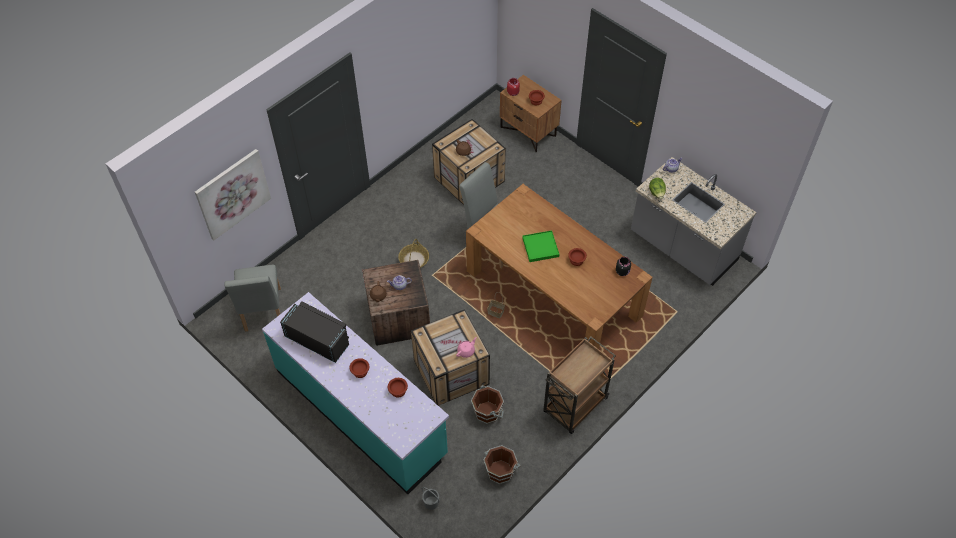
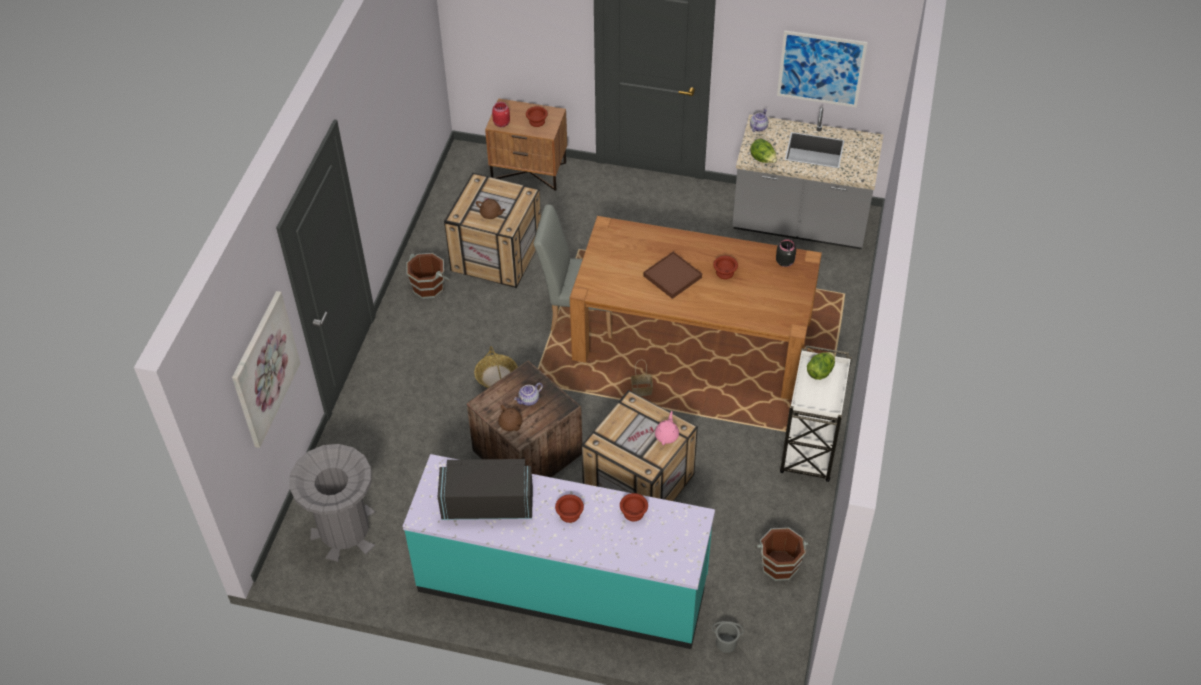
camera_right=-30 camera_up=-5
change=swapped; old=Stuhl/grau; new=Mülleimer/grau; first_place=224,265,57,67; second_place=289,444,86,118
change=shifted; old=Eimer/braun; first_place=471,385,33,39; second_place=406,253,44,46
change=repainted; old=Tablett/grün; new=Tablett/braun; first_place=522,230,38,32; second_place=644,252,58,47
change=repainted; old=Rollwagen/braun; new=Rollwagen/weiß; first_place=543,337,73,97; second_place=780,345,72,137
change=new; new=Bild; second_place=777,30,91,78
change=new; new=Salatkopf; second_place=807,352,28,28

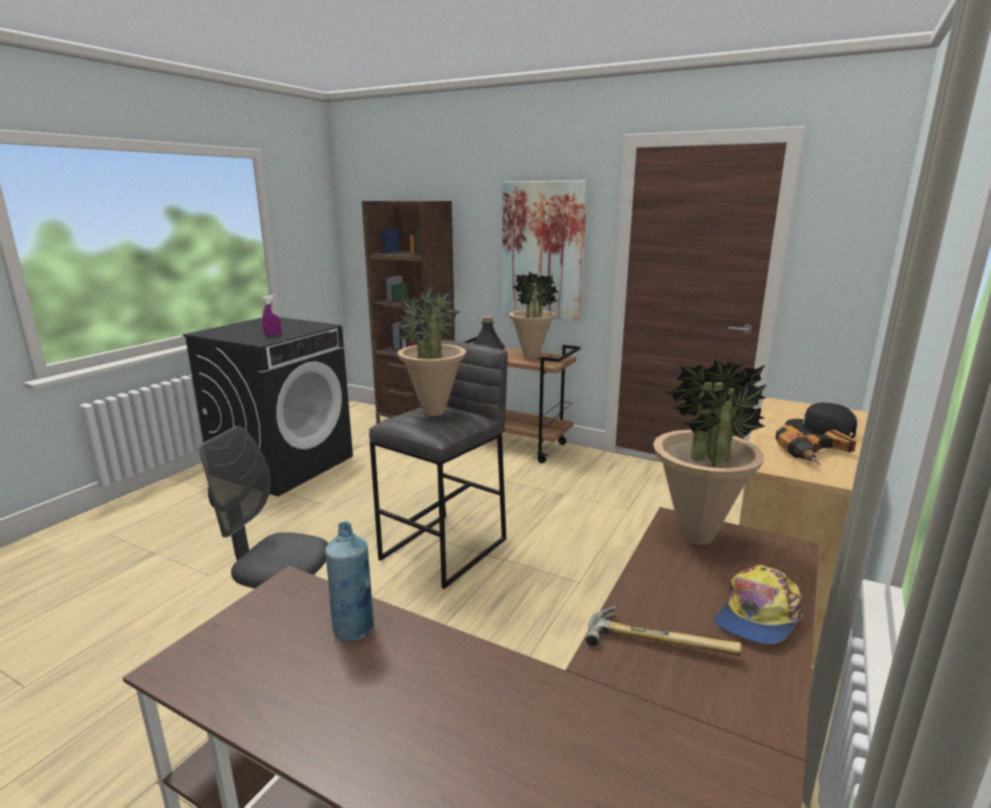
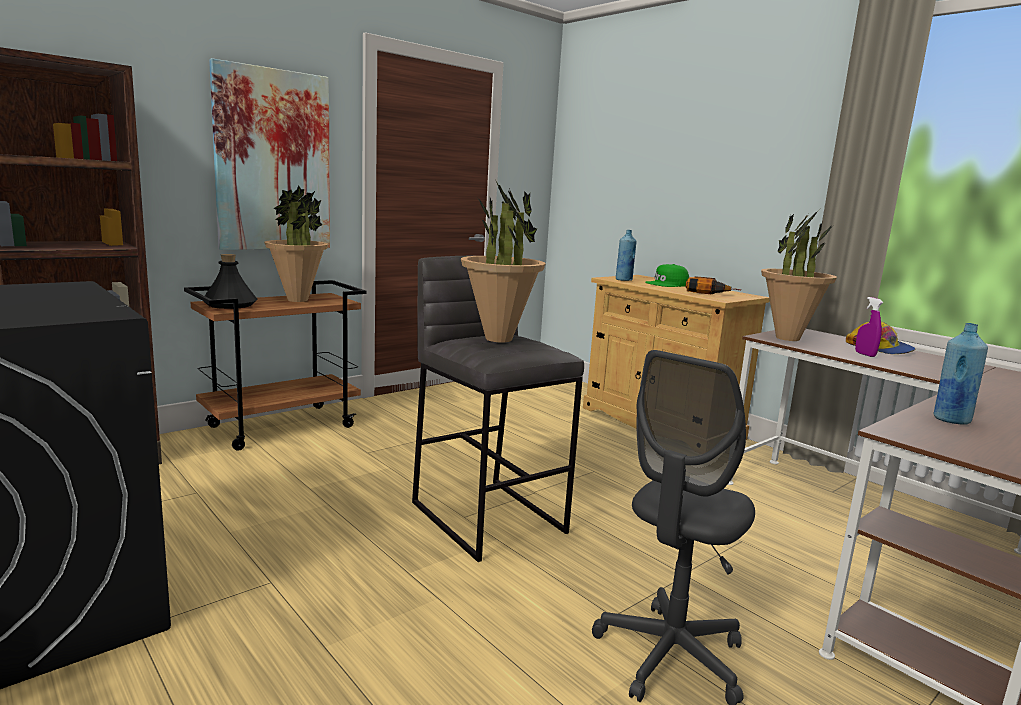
camera_right=-70 camera_up=-5
change=shifted; old=Sprühflasche/lila; first_place=262,295,19,41; second_place=855,297,28,60
change=gone; old=Hammer; first_place=585,606,157,50
change=repainted; old=Kappe/schwarz; new=Kappe/grün; first_place=785,403,72,35; second_place=645,264,44,23
change=new; new=Flasche/blau; second_place=616,230,21,51

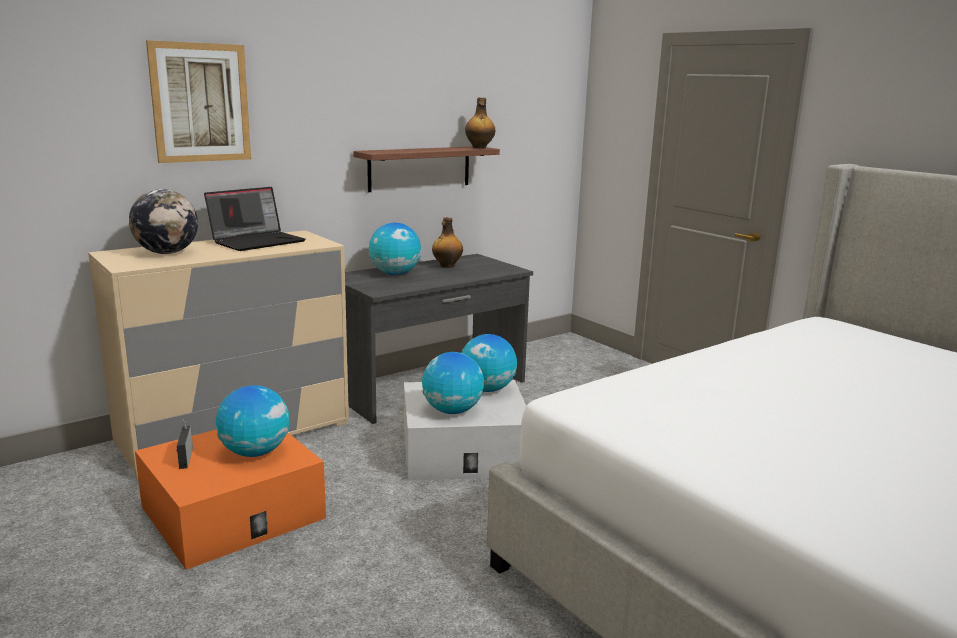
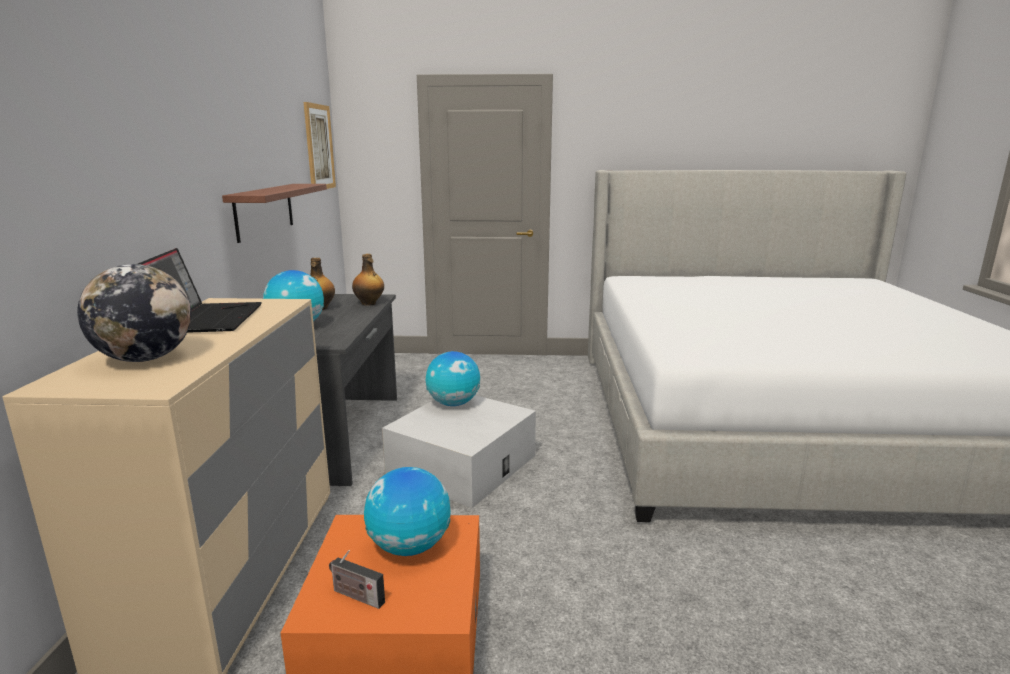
camera_right=-50 camera_up=0
change=shifted; old=Bild; first_place=146,40,105,123; second_place=304,102,32,87
change=gone; old=Globus; first_place=422,352,62,62
change=shifted; old=Flasche; first_place=465,97,31,52; second_place=352,254,32,52

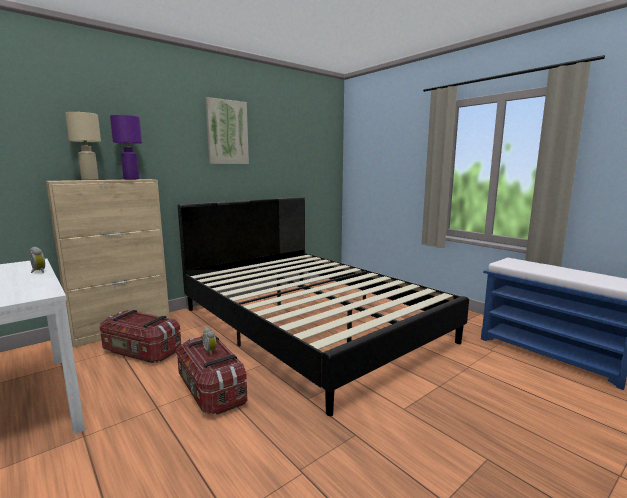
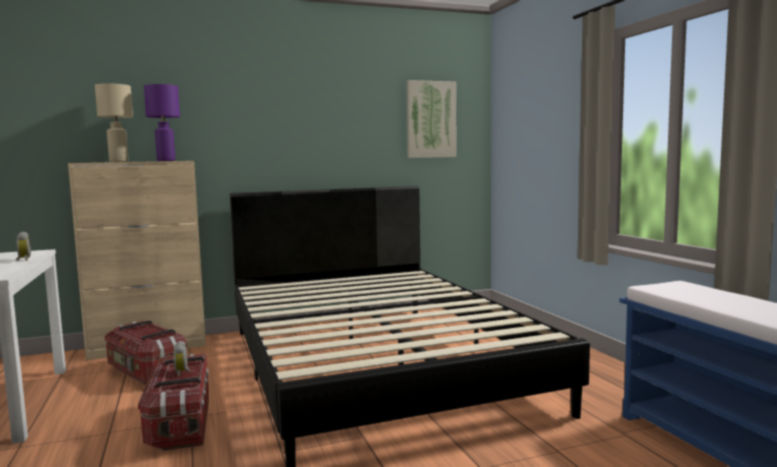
camera_right=20 camera_up=-5
change=shifted; old=Bild; first_place=206,97,43,67; second_place=406,80,51,78

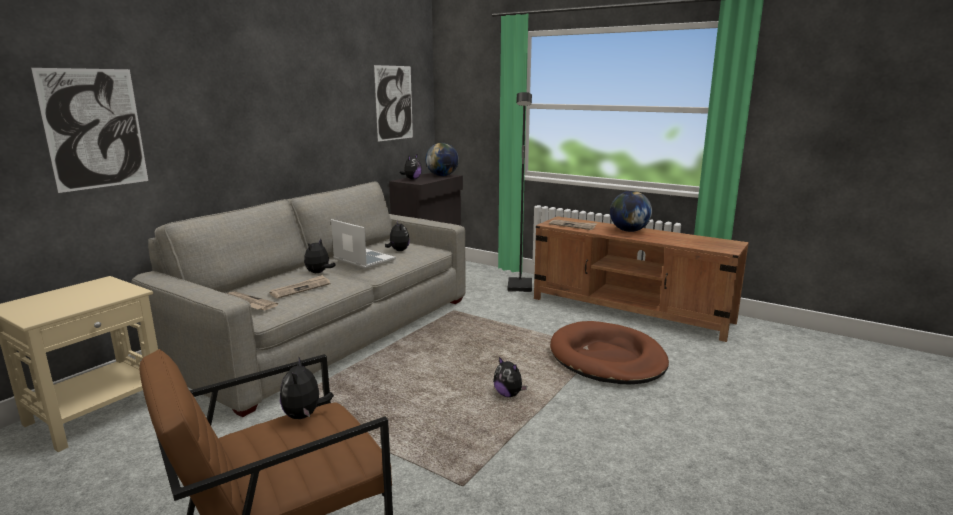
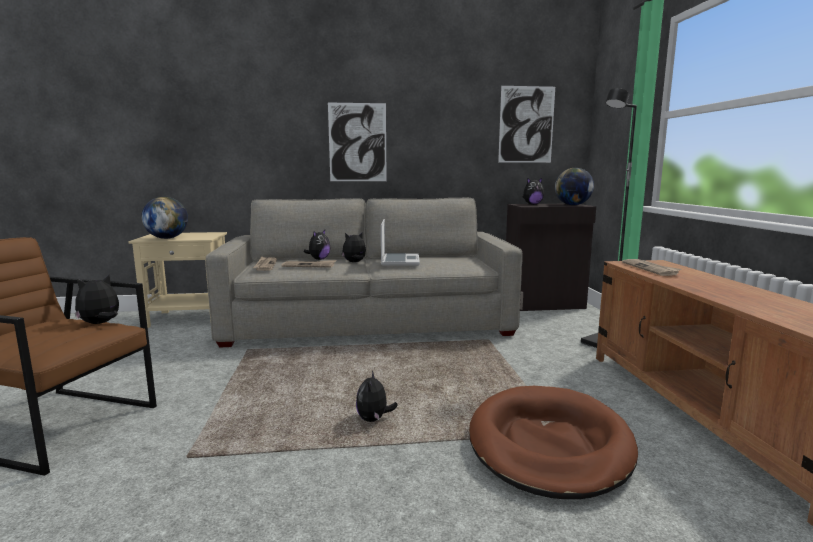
camera_right=50 camera_up=-5
change=shifted; old=Bild; first_place=31,68,117,125; second_place=328,102,59,79
change=shifted; old=Plüschtier; first_place=385,220,25,31; second_place=304,230,27,30
change=shifted; old=Globus; first_place=610,191,42,41; second_place=141,197,47,42

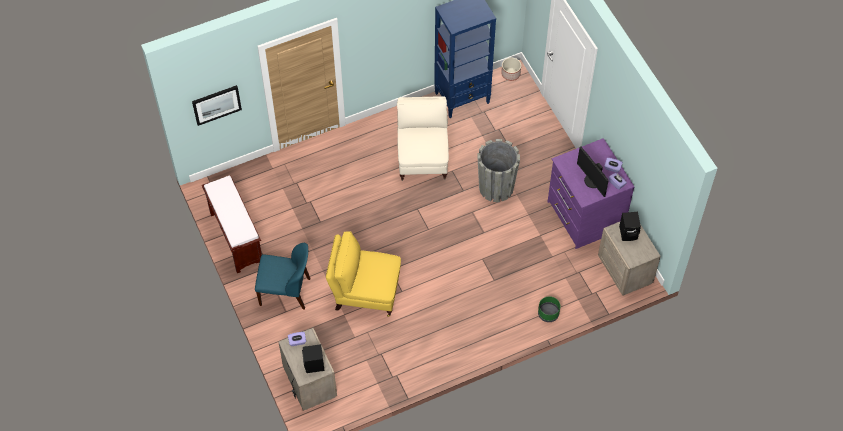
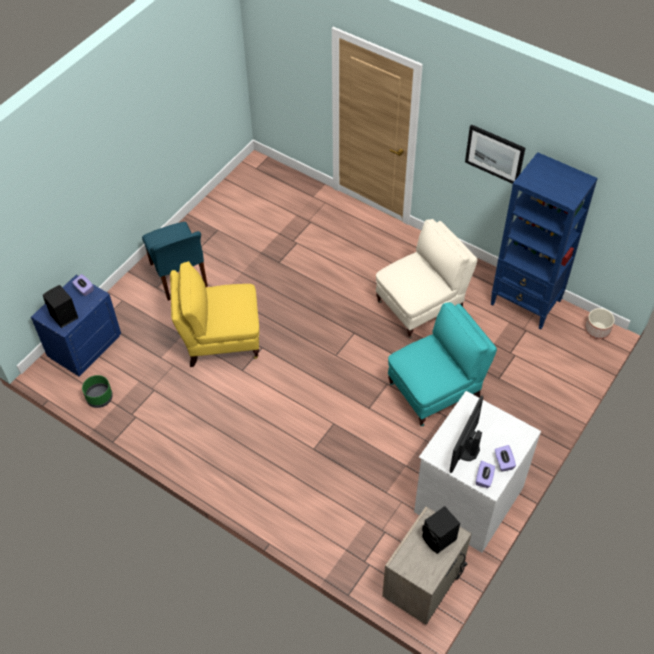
camera_right=60 camera_up=-5
change=shifted; old=Bild; first_place=192,85,50,41; second_place=465,124,60,60
change=gone; old=Bank/braun; first_place=202,176,60,97
change=repainted; old=Nachttisch/beige; new=Nachttisch/blau; first_place=279,328,58,83; second_place=31,275,90,102
change=rotated; old=Sessel/gelb; first_place=326,231,75,86; second_place=170,261,89,106; degrees=-75
change=swapped; old=Pflanzkübel/grau; new=Sessel/türkis; first_place=478,139,42,63; second_place=388,302,109,124
change=shifted; old=Pflanzkübel/grün; first_place=538,296,22,26; second_place=82,375,31,33
change=repainted; old=Kommode/lila; new=Kommode/weiß; first_place=547,138,88,111; second_place=414,391,127,162

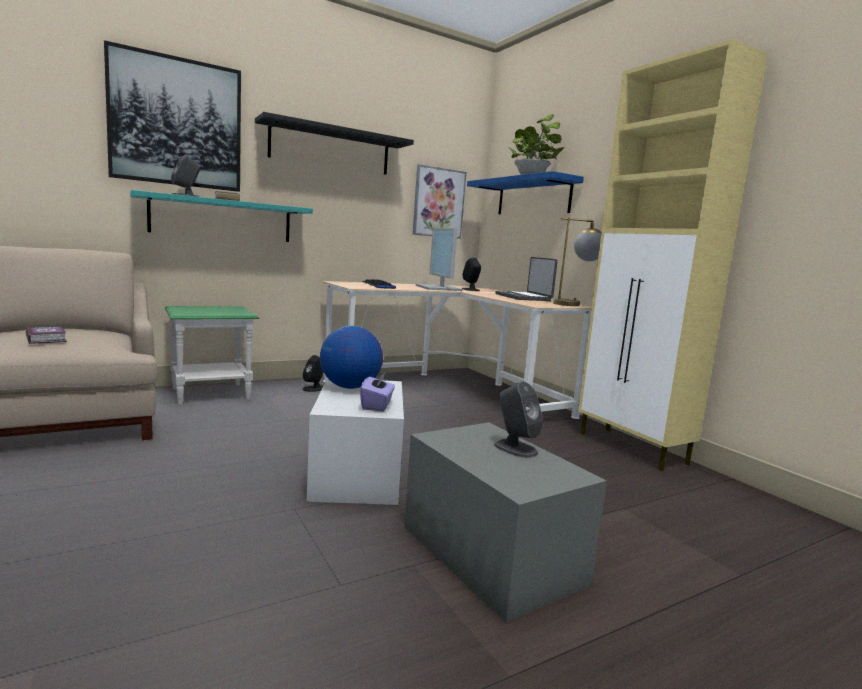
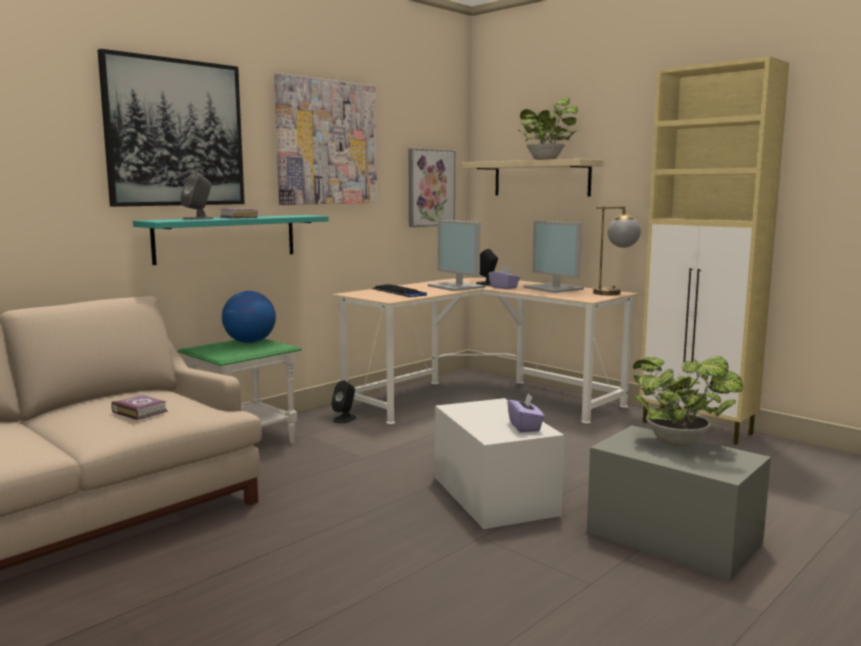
camera_right=-15 camera_up=0
change=swapped; old=Wandregal/schwarz; new=Bild; first_place=255,112,159,63; second_place=274,73,103,132
change=shifted; old=Globus; first_place=320,326,63,63; second_place=222,291,54,52
change=repainted; old=Wandregal/blau; new=Wandregal/beige; first_place=467,171,117,43; second_place=462,159,142,38
change=swapped; old=Lautsprecher/grau; new=Topfpflanze; first_place=494,382,49,76; second_place=633,356,110,91
change=swapped; old=Laptop; new=Monitor; first_place=495,257,63,44; second_place=524,220,60,73
change=new; new=Taschentuchbox/lila; second_place=489,265,31,24

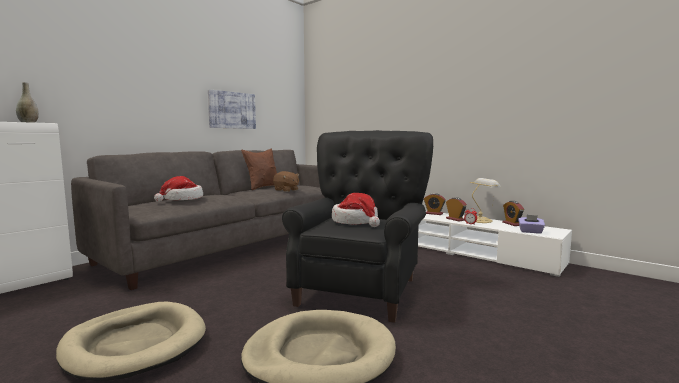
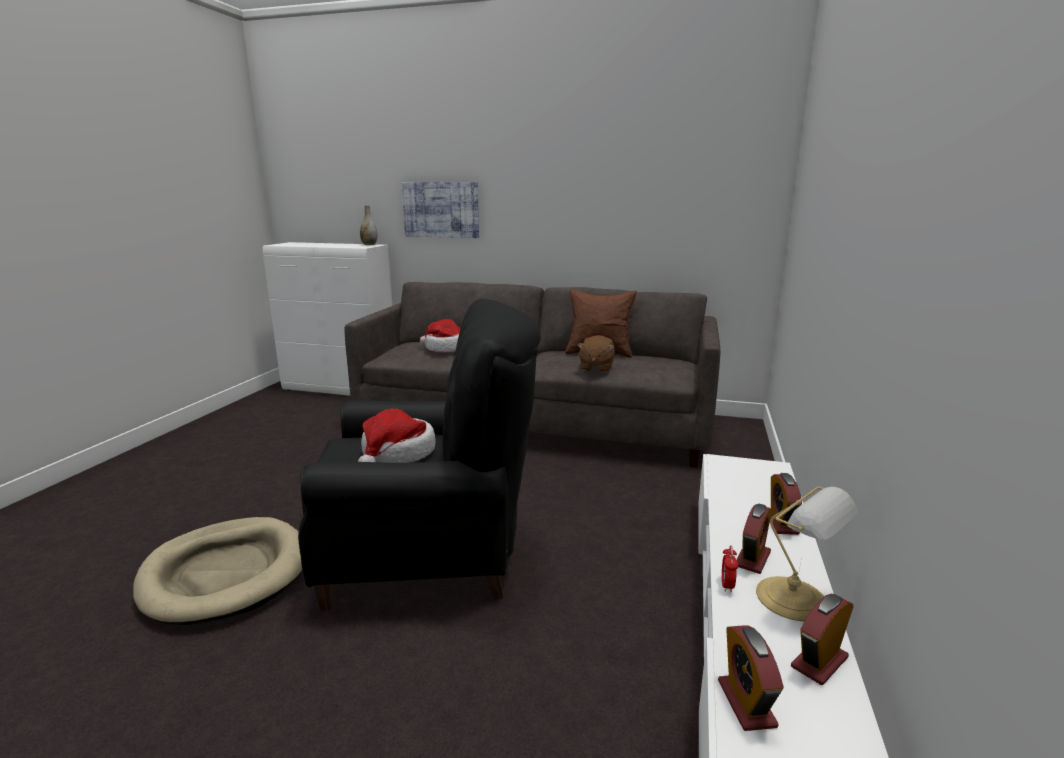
camera_right=65 camera_up=10
change=gone; old=Hundebett/beige; first_place=56,302,150,79
change=shifted; old=Bild; first_place=208,89,48,40; second_place=402,182,77,56
change=swapped; old=Taschentuchbox/lila; new=Wecker; first_place=518,215,27,19; second_place=718,625,66,106

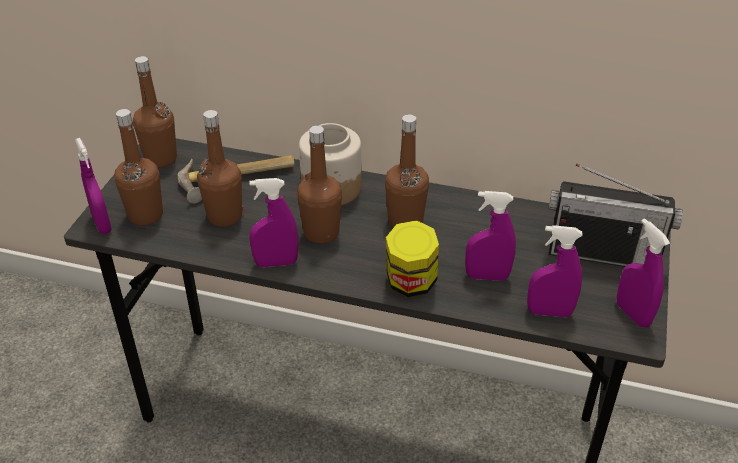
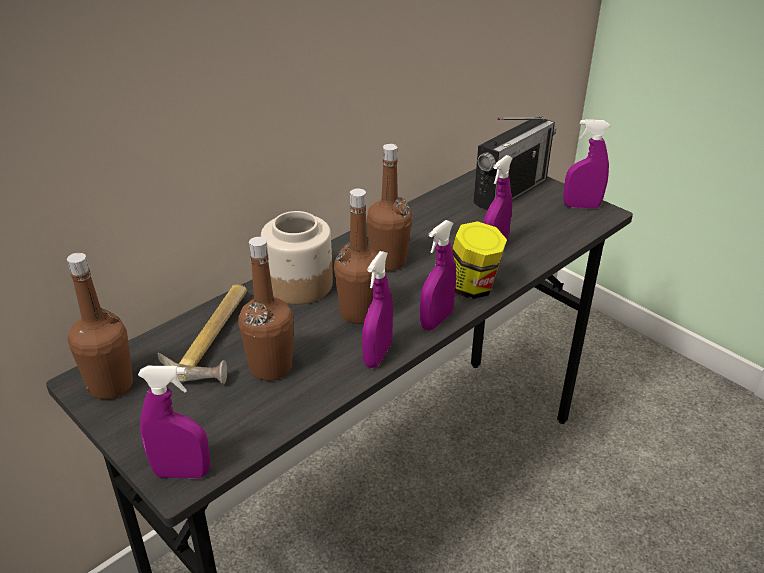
camera_right=-60 camera_up=-5
change=gone; old=Flasche/braun; first_place=115,109,48,117
change=shifted; old=Sprühflasche/lila; first_place=527,225,56,92; second_place=420,220,36,110

